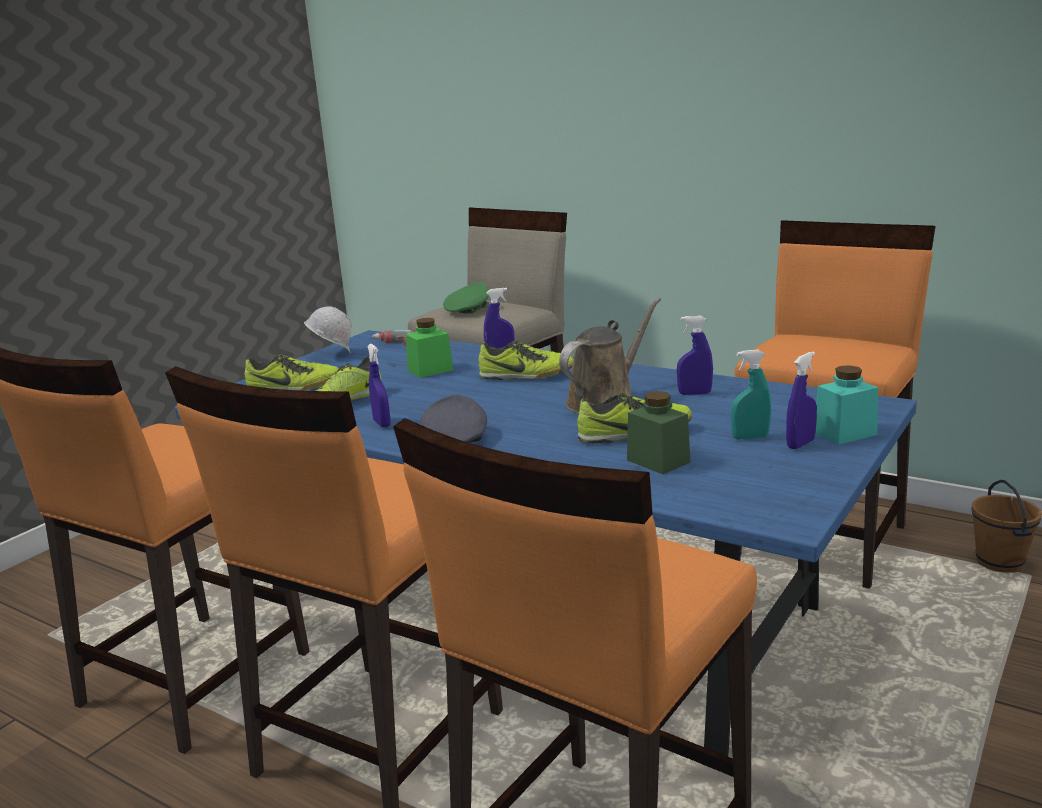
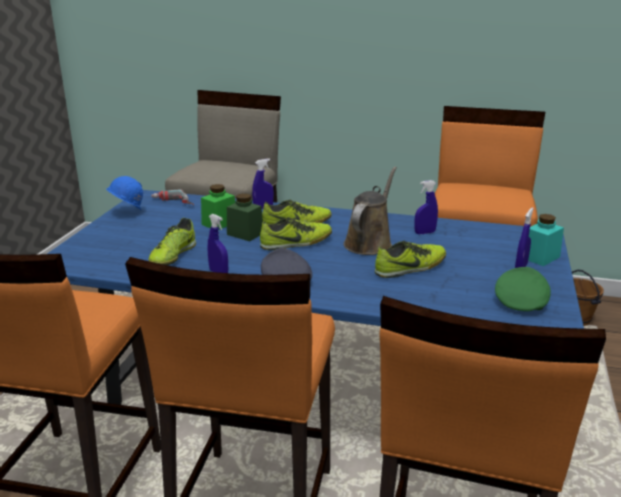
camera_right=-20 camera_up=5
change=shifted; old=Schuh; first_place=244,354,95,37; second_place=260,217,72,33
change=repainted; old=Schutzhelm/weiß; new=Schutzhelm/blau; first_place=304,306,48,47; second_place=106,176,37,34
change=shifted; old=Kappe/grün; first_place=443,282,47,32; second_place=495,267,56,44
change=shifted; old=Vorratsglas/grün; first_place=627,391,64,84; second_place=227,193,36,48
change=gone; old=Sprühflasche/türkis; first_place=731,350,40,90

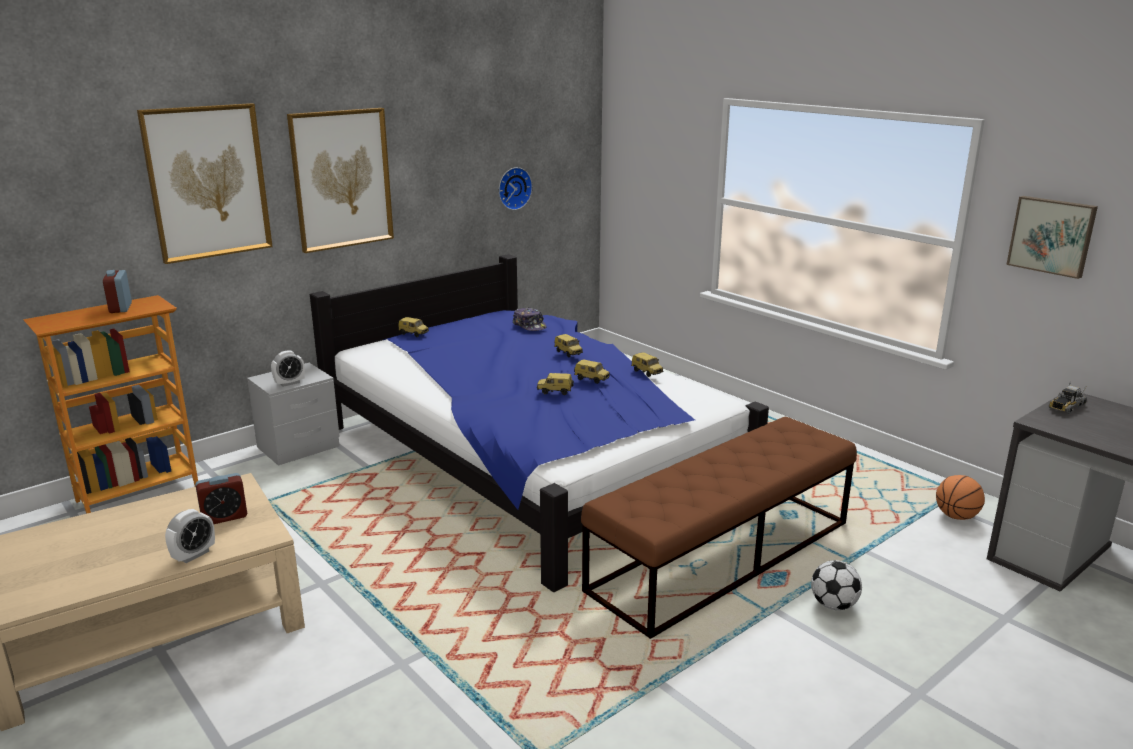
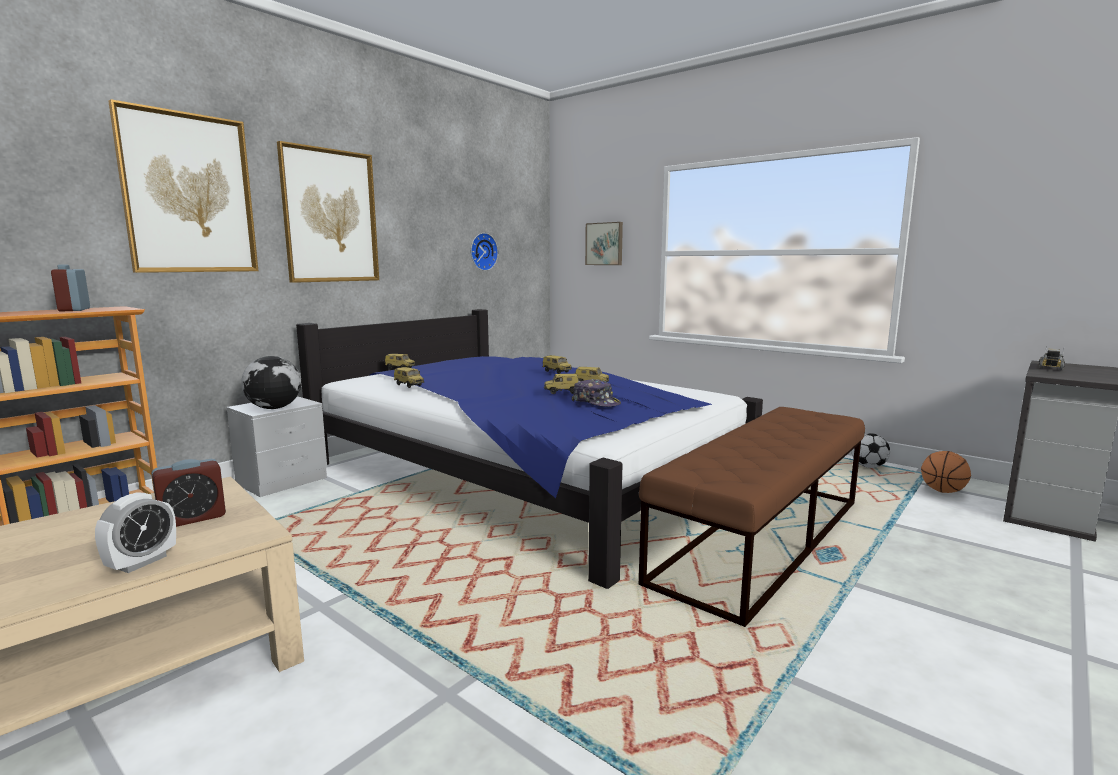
camera_right=-10 camera_up=-10
change=swapped; old=Wecker; new=Globus; first_place=271,350,34,37; second_place=241,356,60,53
change=shifted; old=Kappe; first_place=512,307,35,24; second_place=571,379,50,28
change=shifted; old=Spielzeugauto; first_place=631,352,33,25; second_place=394,367,30,21
change=shifted; old=Fußball; first_place=811,560,51,50; second_place=851,433,39,35
change=shifted; old=Bild; first_place=1006,196,92,83; second_place=585,222,38,43

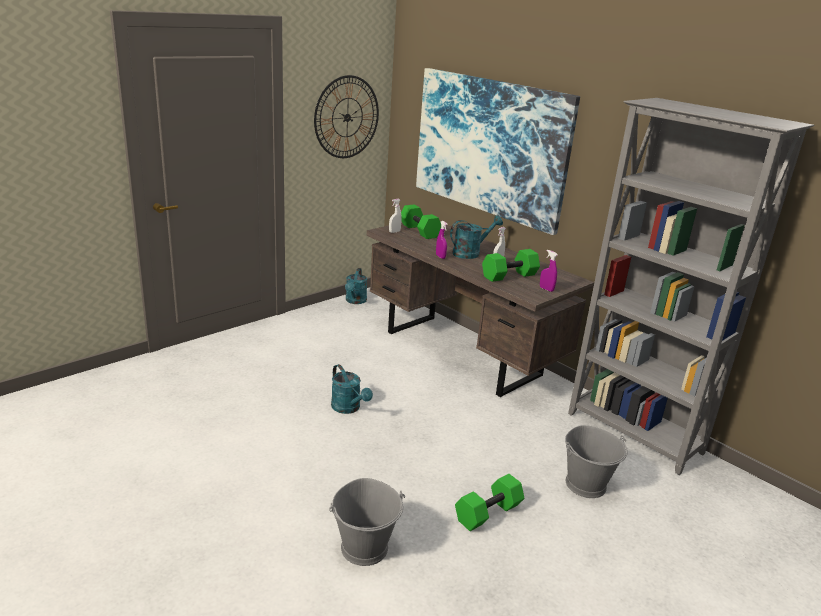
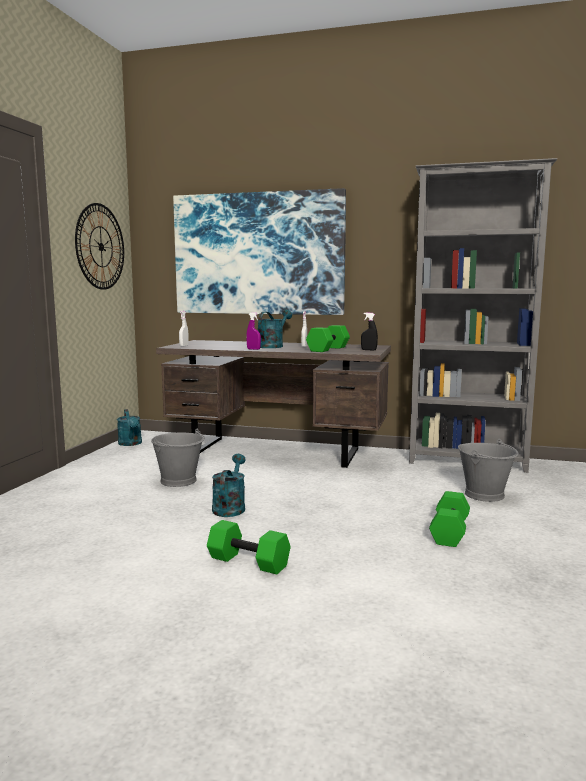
camera_right=-30 camera_up=-15
change=shifted; old=Eimer/grau; first_place=329,478,76,88; second_place=151,429,54,58
change=rotated; old=Gießkanne/türkis; first_place=331,364,42,50; second_place=212,454,34,63; degrees=-105
change=shifted; old=Hantel/grün; first_place=401,205,40,34; second_place=207,520,84,54
change=repainted; old=Sprühflasche/lila; new=Sprühflasche/schwarz; first_place=540,250,18,42; second_place=361,313,17,37

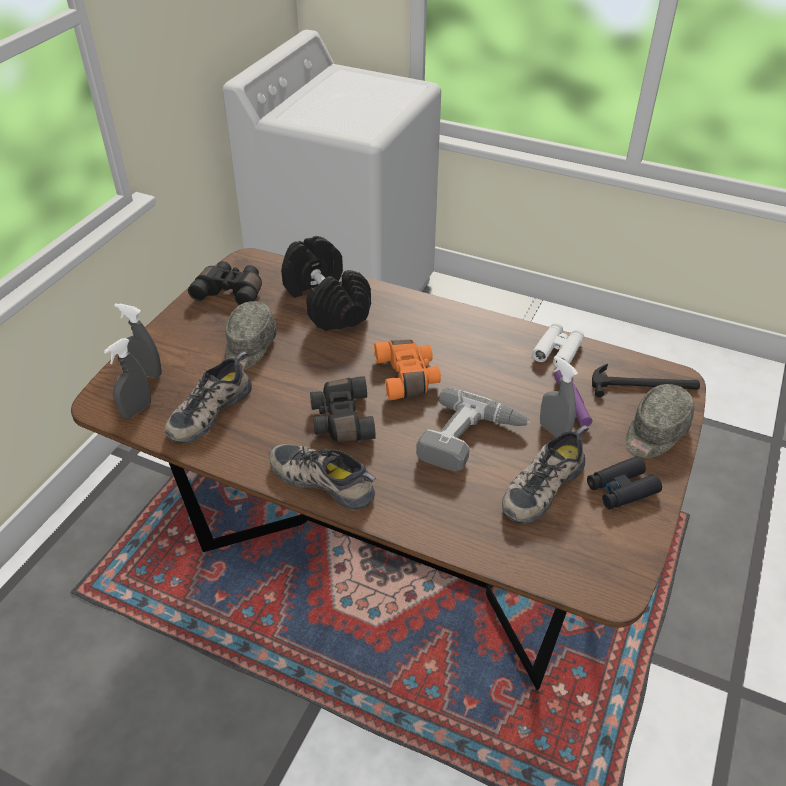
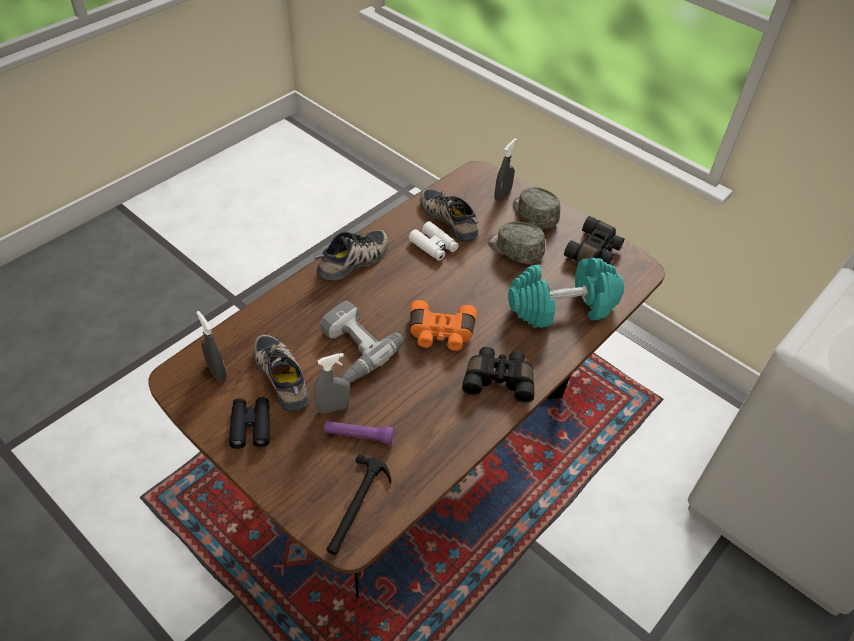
camera_right=105 camera_up=5
change=shifted; old=Sprühflasche/grau; first_place=104,338,47,81; second_place=196,311,31,70
change=repainted; old=Hantel/schwarz; new=Hantel/türkis; first_place=281,236,90,95; second_place=508,258,116,70
change=shifted; old=Fernglas/schwarz; first_place=310,376,66,65; second_place=462,347,73,56
change=shifted; old=Fernglas/weiß; first_place=532,323,52,44; second_place=409,221,50,40
change=shifted; old=Kappe/grau; first_place=626,384,68,74; second_place=513,187,47,42

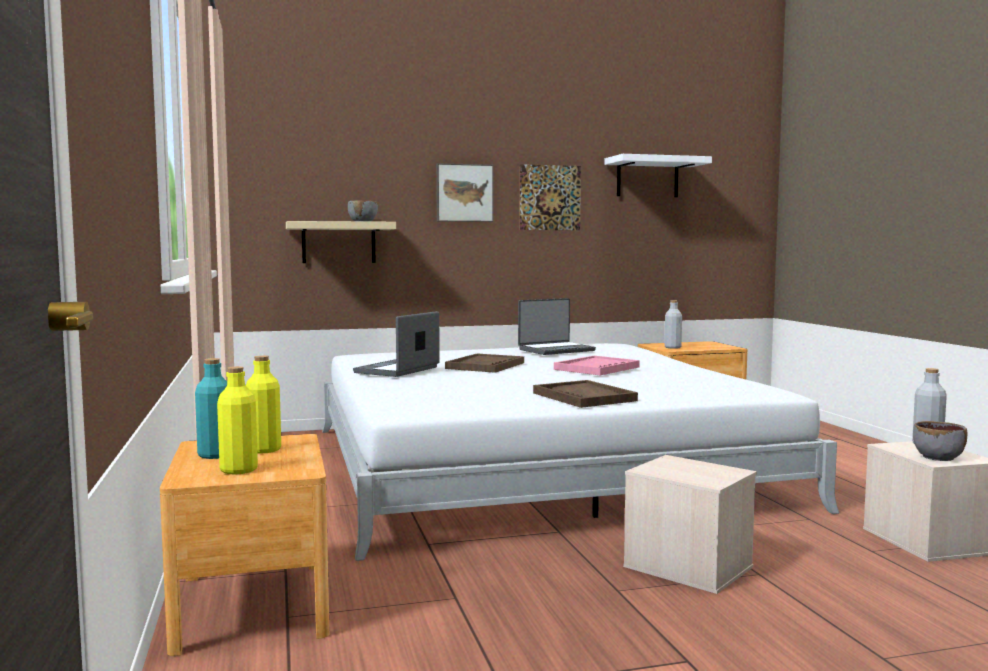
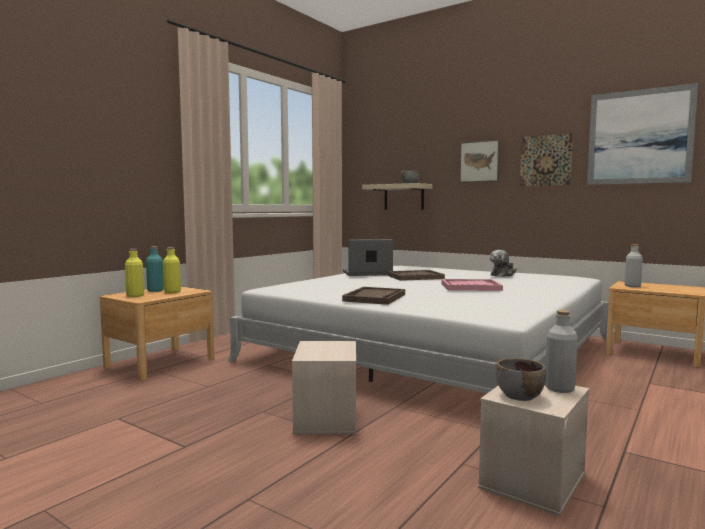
camera_right=50 camera_up=0
change=swapped; old=Laptop; new=Plüschtier; first_place=518,298,78,57; second_place=490,250,27,27
change=swapped; old=Wandregal/weiß; new=Bild; first_place=605,154,107,43; second_place=587,83,111,102

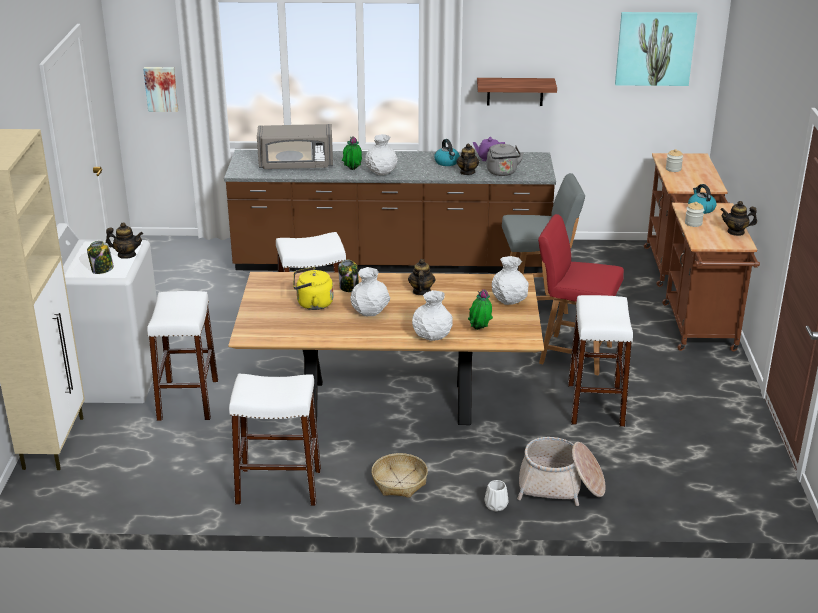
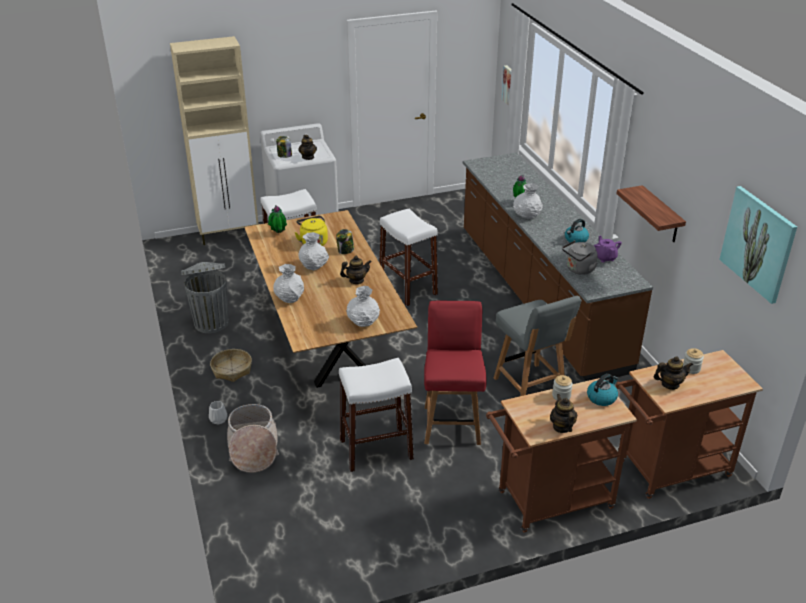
camera_right=70 camera_up=5
change=swapped; old=Hocker/weiß; new=Mülleimer/grau; first_place=229,374,92,132; second_place=181,262,47,72
change=gone; old=Mikrowelle/grau; first_place=257,124,76,45
change=shifted; old=Teekanne; first_place=456,144,23,31; second_place=654,356,39,34
change=shifted; old=Topfpflanze; first_place=468,289,25,41; second_place=268,205,19,28

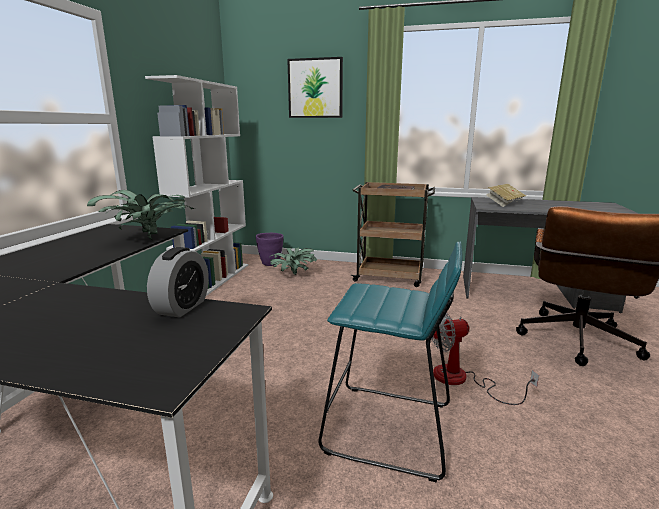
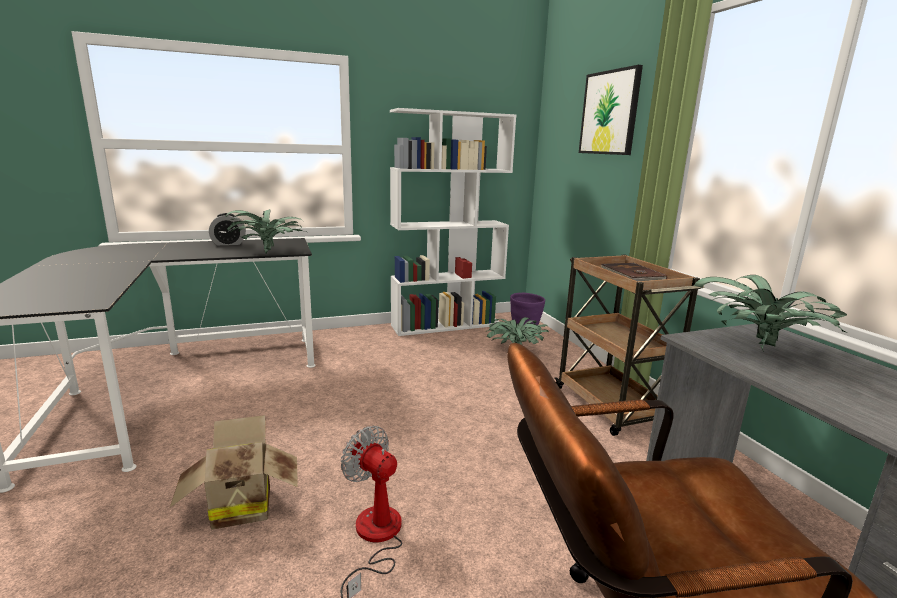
camera_right=55 camera_up=0
change=shifted; old=Wecker; first_place=147,247,62,71; second_place=209,213,37,32
change=swapped; old=Hocker/türkis; new=Karton; first_place=318,242,145,240; second_place=170,415,128,115
change=swapped; old=Buch; new=Topfpflanze; first_place=486,184,40,23; second_place=694,275,153,77

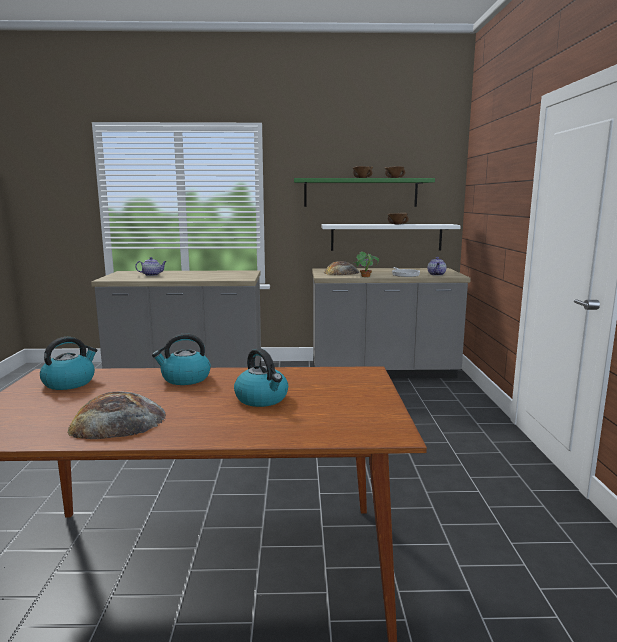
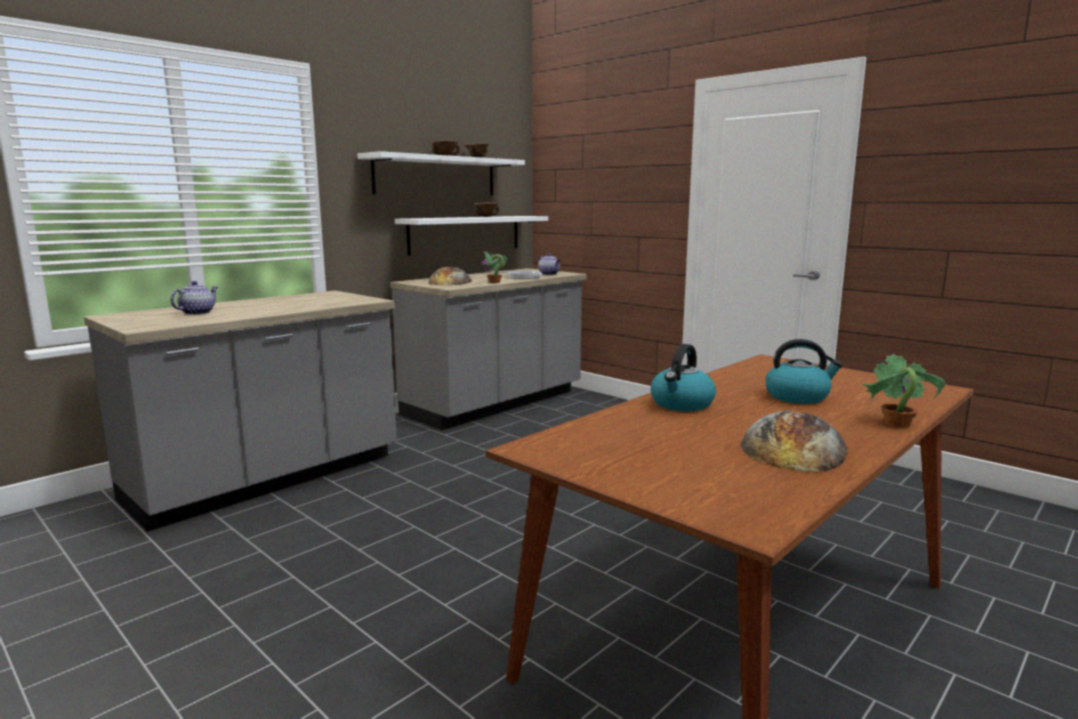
camera_right=-45 camera_up=0
change=gone; old=Wasserkessel; first_place=40,337,57,53
change=repainted; old=Wandregal/grün; new=Wandregal/weiß; first_place=294,178,141,29; second_place=358,151,167,44
change=new; new=Topfpflanze; second_place=862,354,83,74

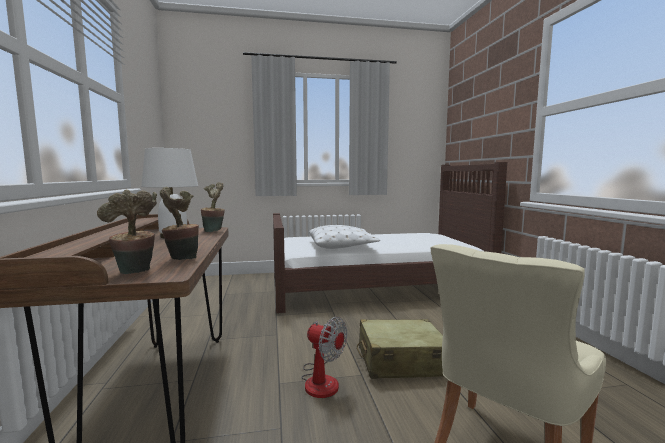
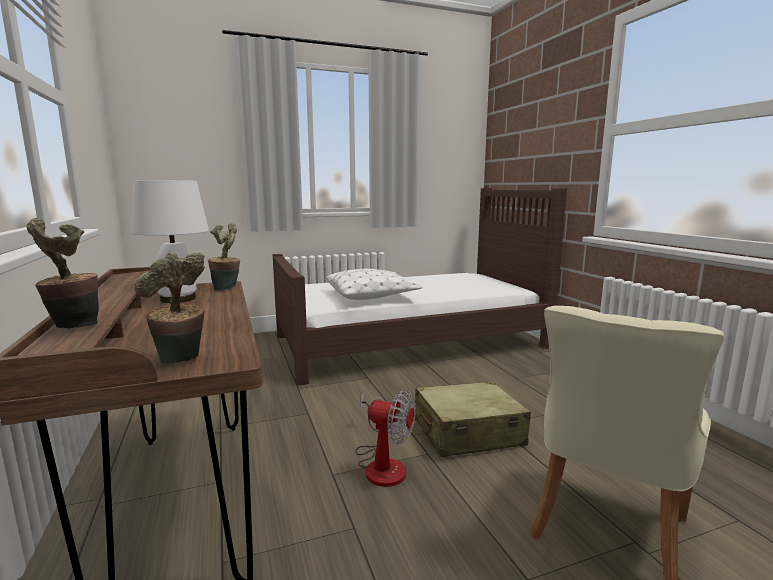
camera_right=-10 camera_up=5
change=shifted; old=Topfpflanze; first_place=160,187,39,73; second_place=26,218,73,110

